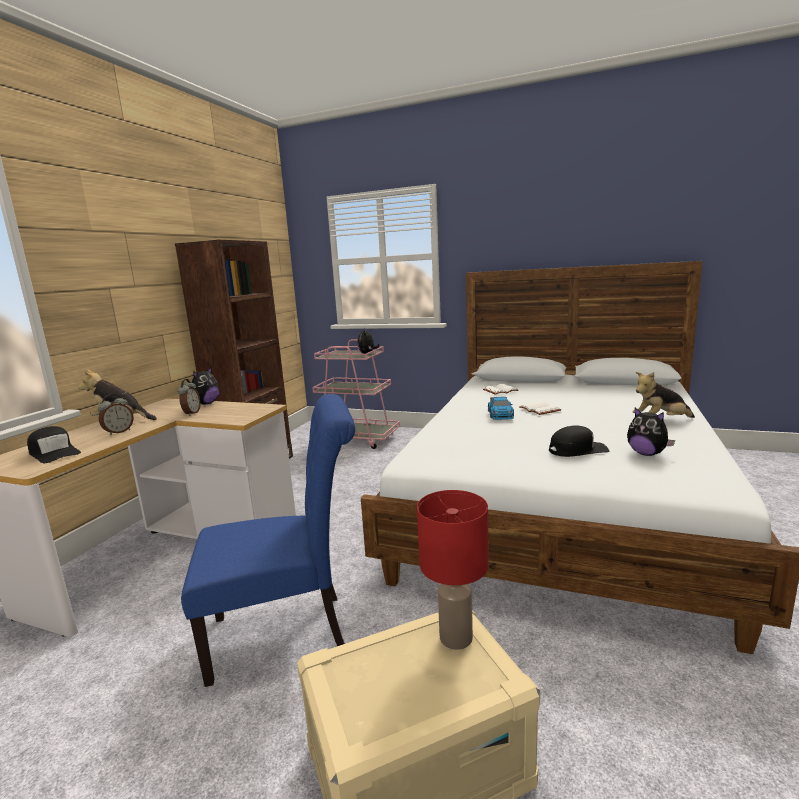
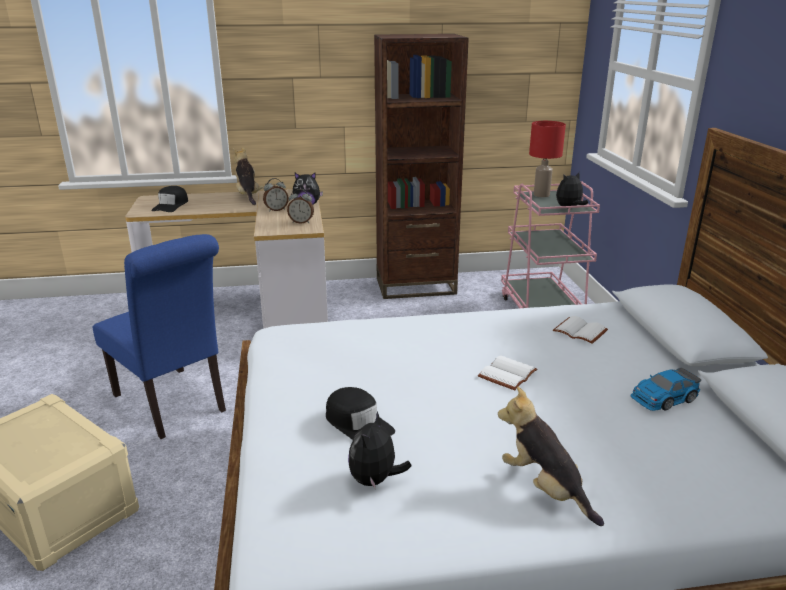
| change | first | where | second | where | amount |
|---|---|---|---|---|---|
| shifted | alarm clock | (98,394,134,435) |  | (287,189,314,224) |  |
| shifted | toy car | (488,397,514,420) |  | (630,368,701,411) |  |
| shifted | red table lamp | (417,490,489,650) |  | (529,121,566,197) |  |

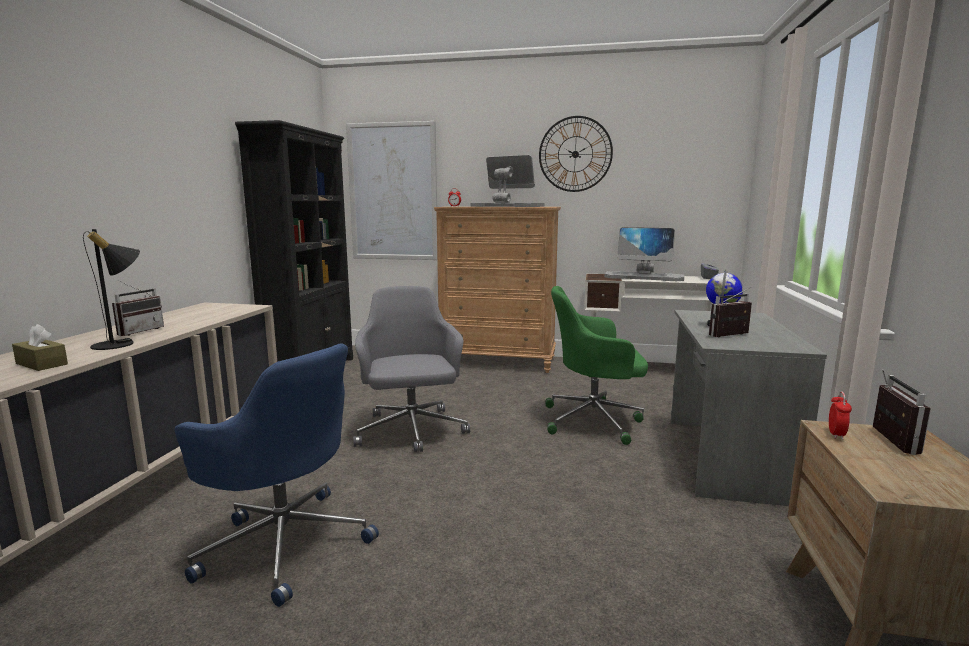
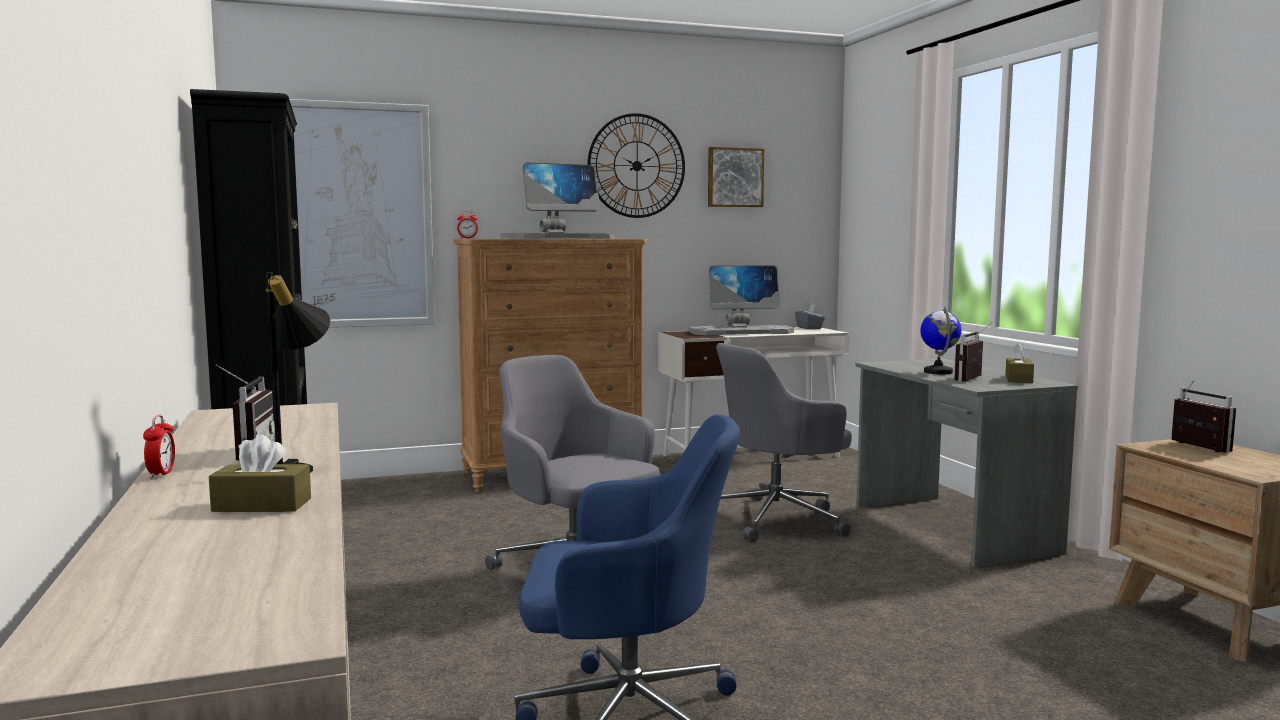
| change | first | where | second | where | amount |
|---|---|---|---|---|---|
| rotated | monitor | (470,155,544,207) |  | (501,163,614,239) | 150 degrees clockwise |
| repainted | green office chair | (545,286,648,445) | grey office chair | (716,343,852,542) |  |
| shifted | alarm clock | (829,391,852,440) |  | (143,415,175,479) |  |
| new |  |  | picture | (708,147,764,207) |  |
| new |  |  | brown tissue box | (1005,343,1034,383) |  |

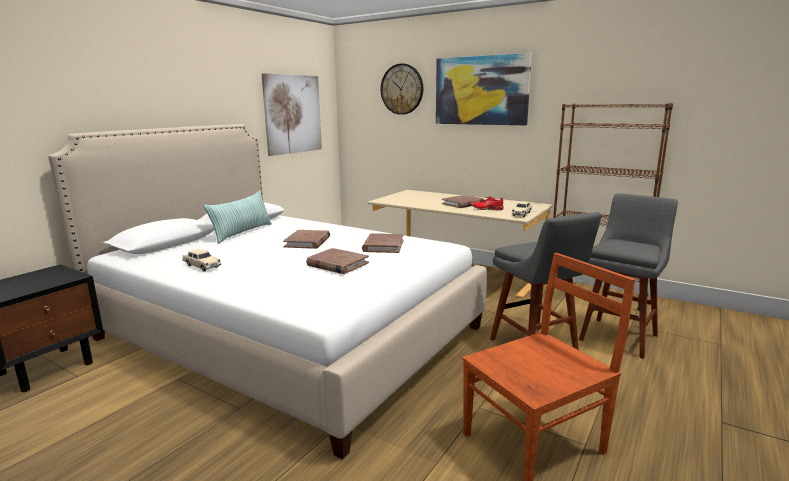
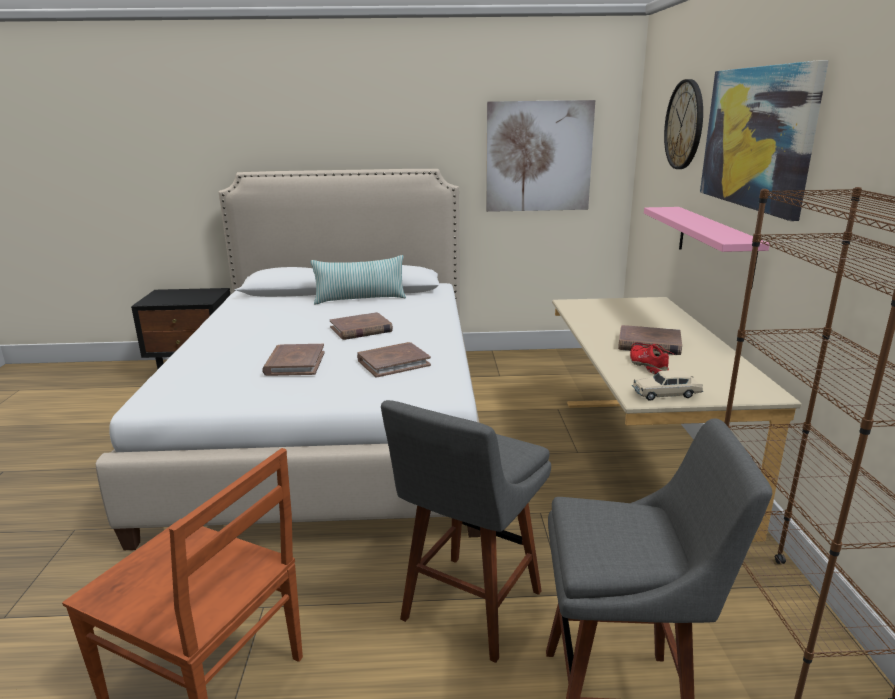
| change | first | where | second | where | amount |
|---|---|---|---|---|---|
| gone | beige toy car | (182,249,221,271) |  |  |  |
| new |  |  | pink shelf | (644,207,770,286) |  |

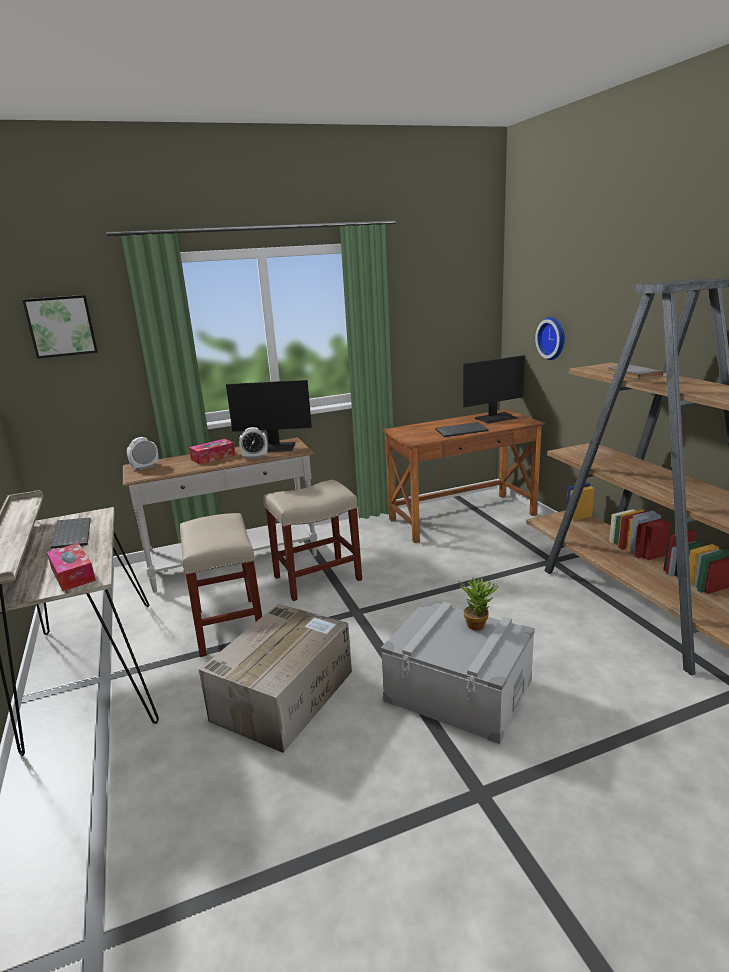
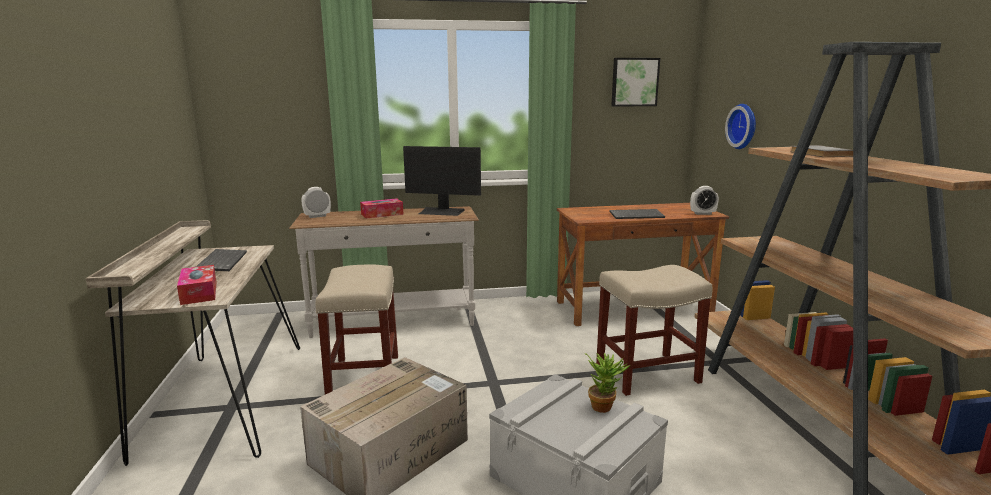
| change | first | where | second | where | amount |
|---|---|---|---|---|---|
| shifted | picture | (22,295,98,359) |  | (611,58,660,107) |  |
| gone | monitor | (463,355,525,424) |  |  |  |
| shifted | alarm clock | (239,427,267,459) |  | (690,186,719,215) |  |
| shifted | beige stool | (263,480,362,601) |  | (596,265,713,396) |  |

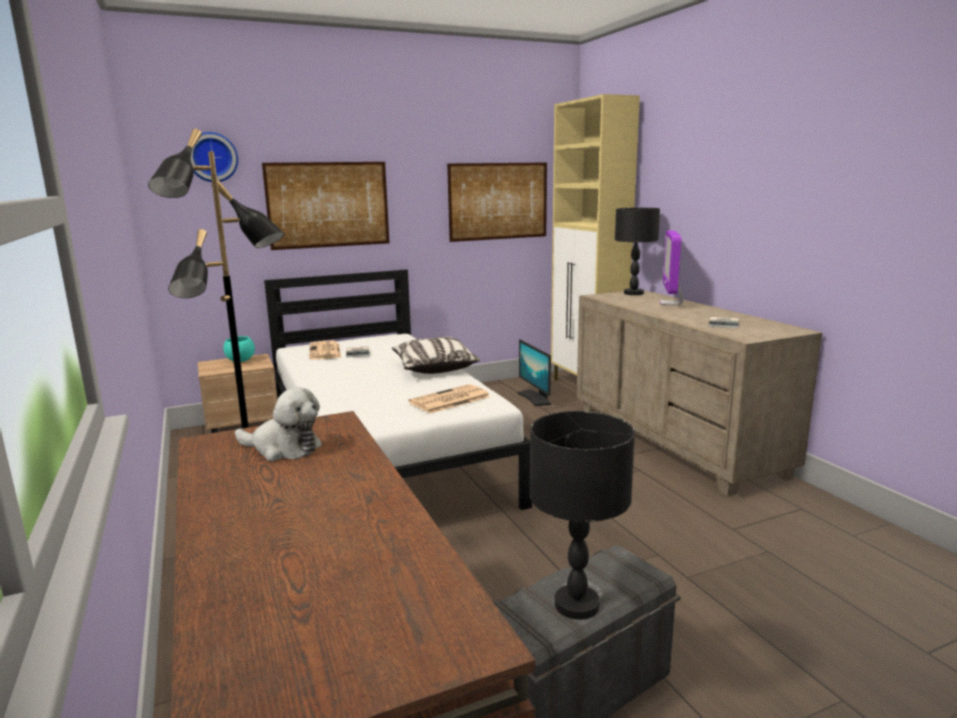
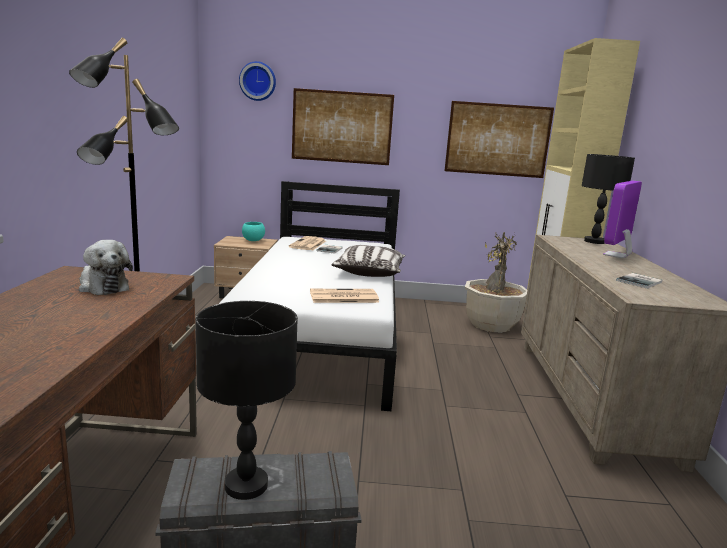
| change | first | where | second | where | amount |
|---|---|---|---|---|---|
| swapped | monitor | (517,339,551,406) | potted plant | (465,232,527,333) |  |

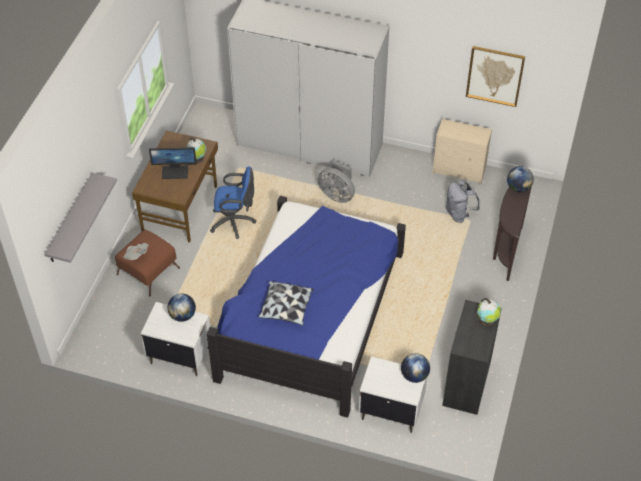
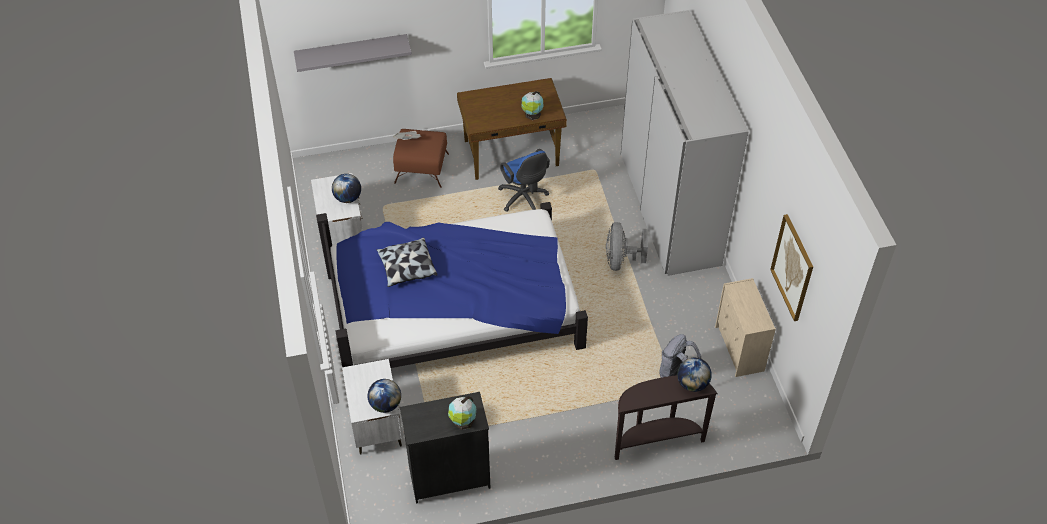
| change | first | where | second | where | amount |
|---|---|---|---|---|---|
| gone | monitor | (149,147,197,179) |  |  |  |

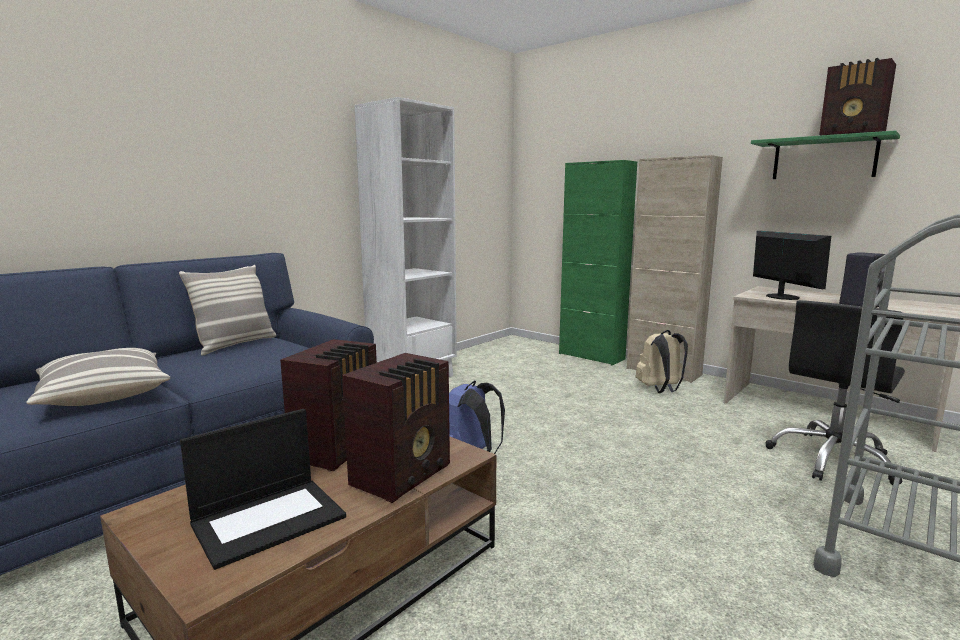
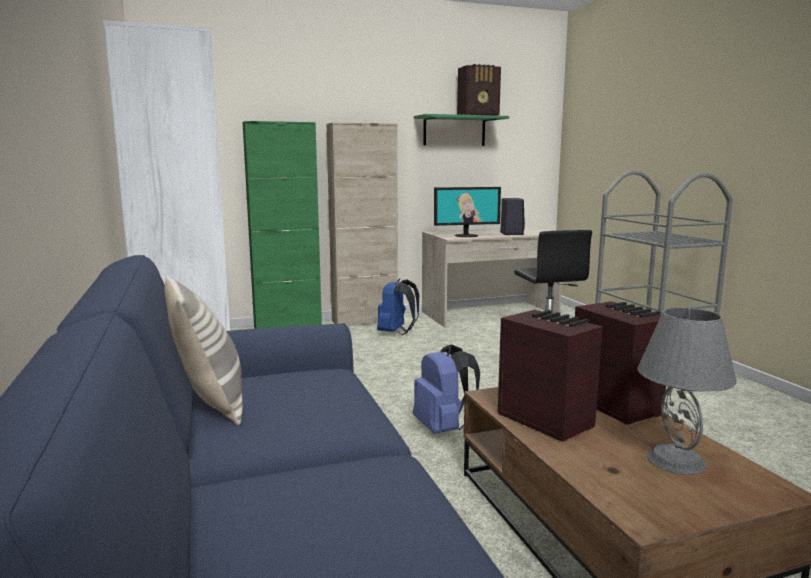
| change | first | where | second | where | amount |
|---|---|---|---|---|---|
| rotated | monitor | (753,231,831,300) |  | (434,187,501,237) | 150 degrees clockwise |
| repainted | beige backpack | (636,330,688,393) | blue backpack | (377,279,419,335) |  |
| gone | pillow | (27,348,170,406) |  |  |  |
| swapped | laptop | (180,409,346,570) | grey table lamp | (637,307,737,475) |  |

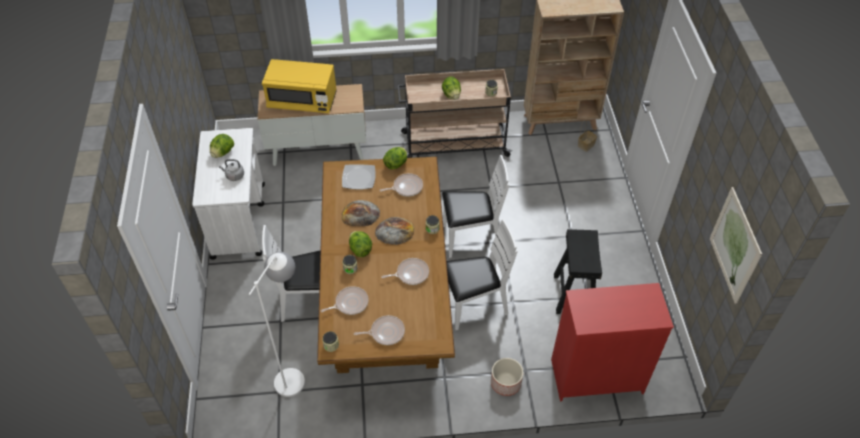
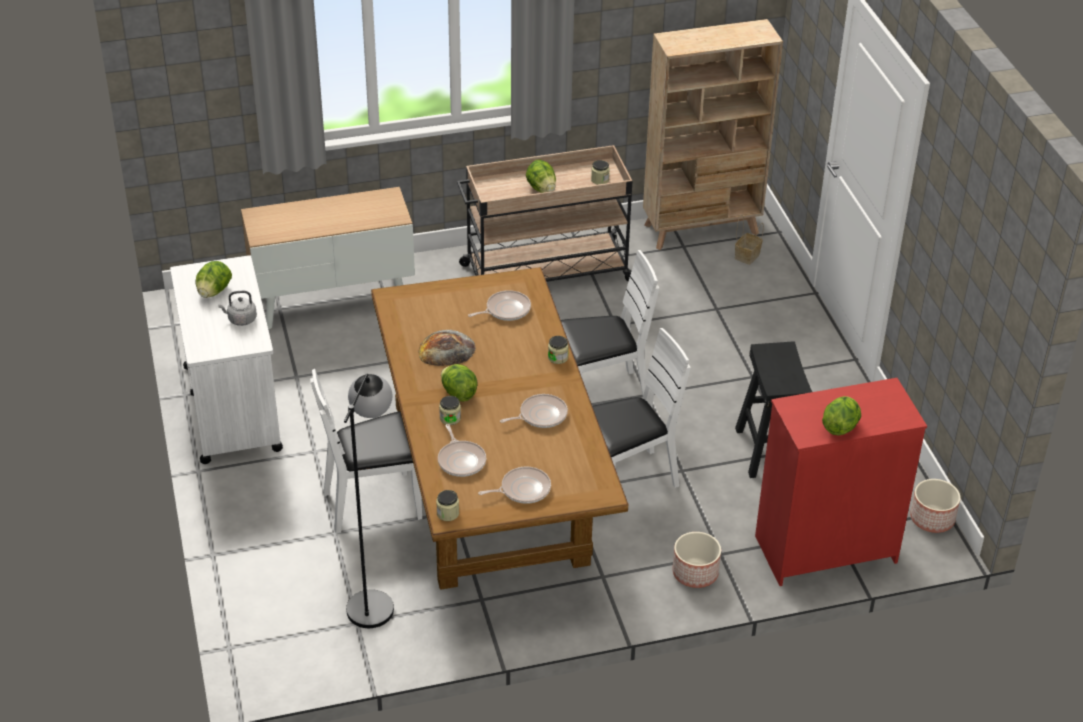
| change | first | where | second | where | amount |
|---|---|---|---|---|---|
| gone | yellow microwave | (262,59,337,113) |  |  |  |
| shifted | lettuce | (383,147,407,170) |  | (822,396,861,436) |  |
| gone | plate | (342,164,376,189) |  |  |  |
| gone | picture | (710,187,762,304) |  |  |  |
| gone | bread | (375,217,414,245) |  |  |  |
| repainted | white floor lamp | (249,252,305,397) | black floor lamp | (344,374,394,628) |  |
| rotated | frying pan | (320,286,369,315) |  | (438,424,486,477) | 105 degrees clockwise |
| new |  |  | planter | (910,479,961,533) |  |

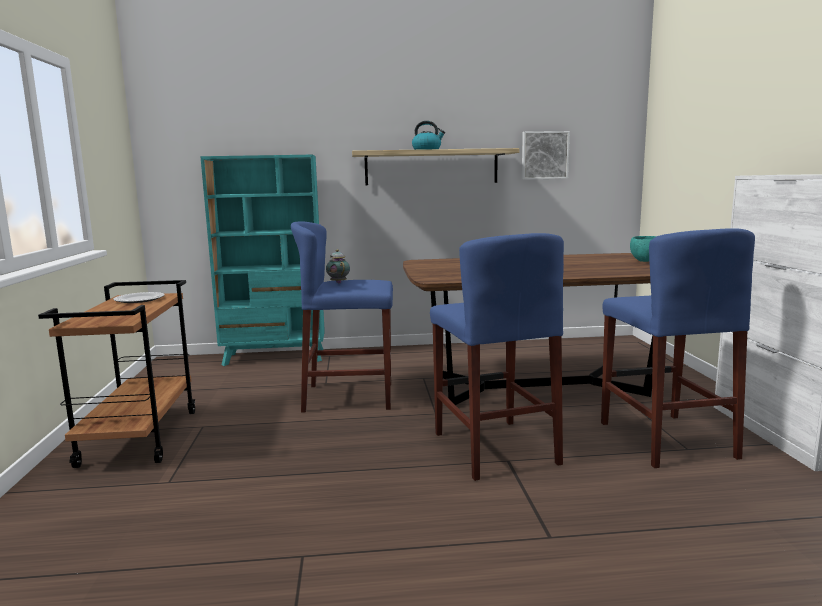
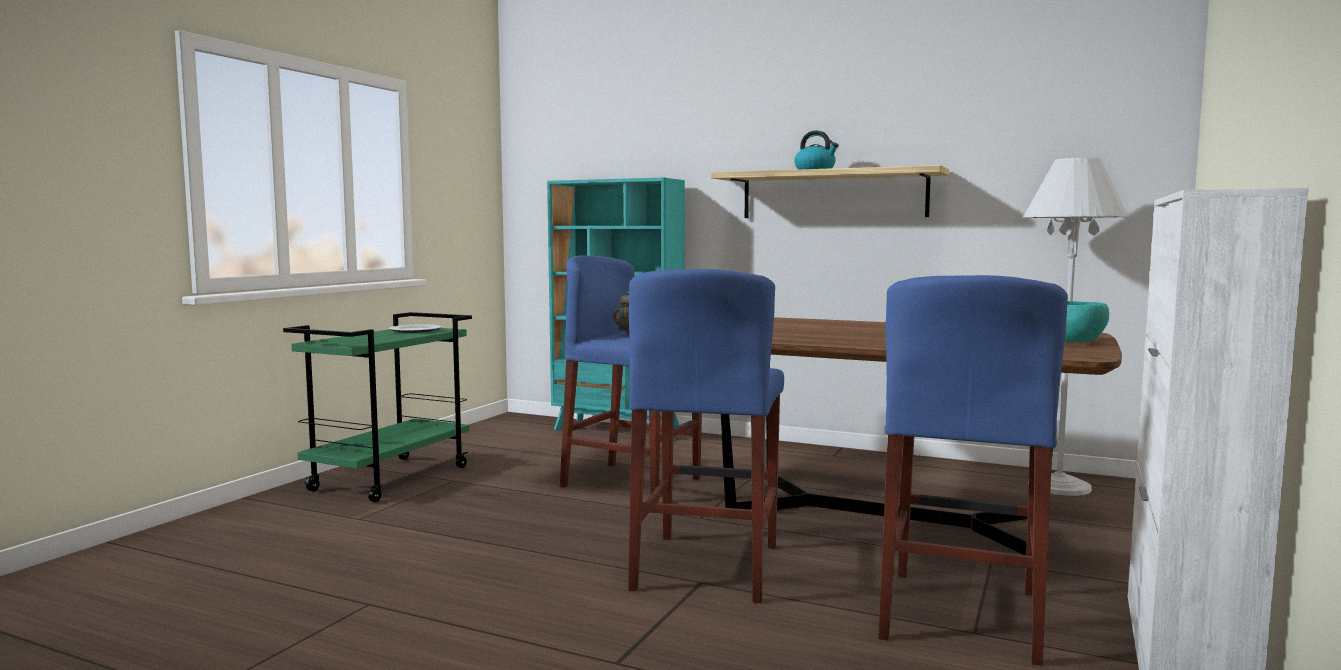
| change | first | where | second | where | amount |
|---|---|---|---|---|---|
| gone | picture | (522,131,570,180) |  |  |  |
| repainted | brown cart | (38,280,196,468) | green cart | (283,312,472,502) |  |
| new |  |  | white floor lamp | (1022,158,1129,496) |  |

